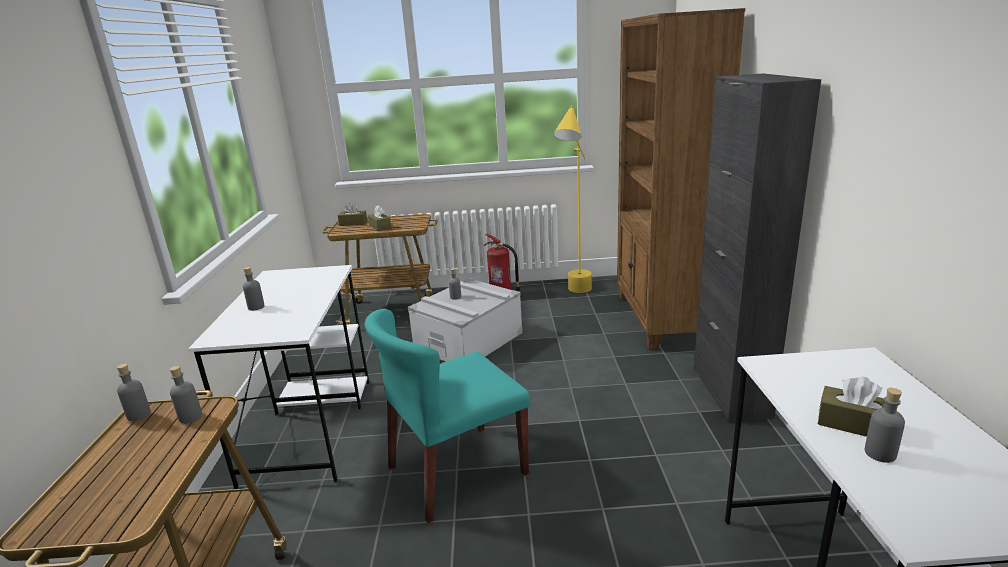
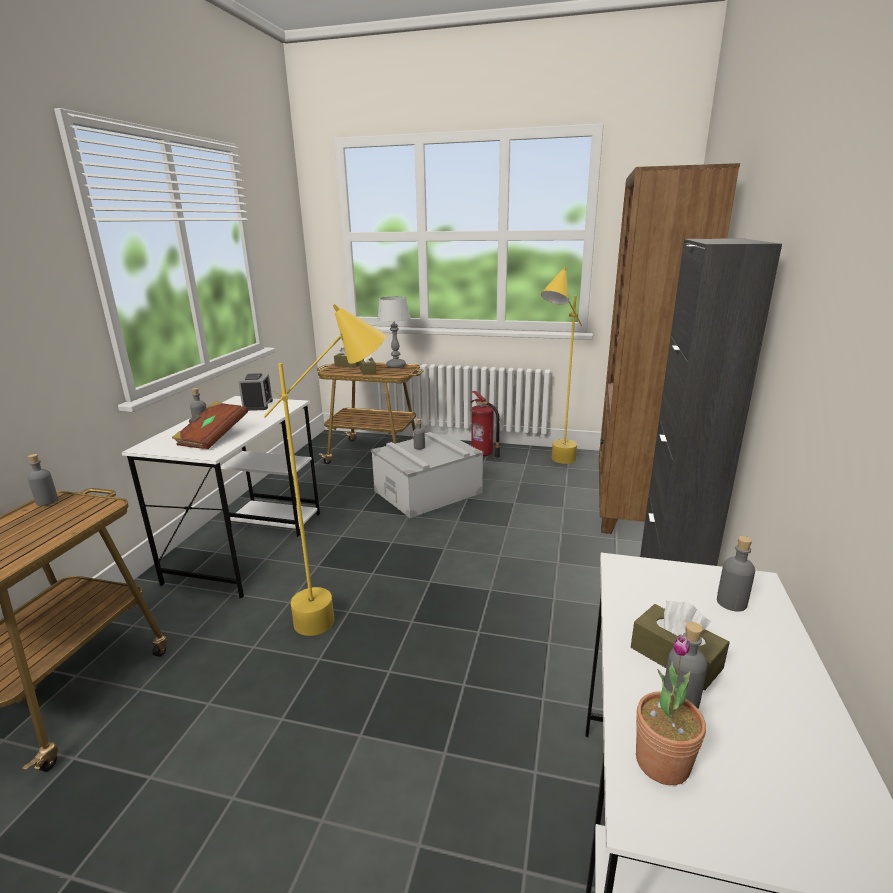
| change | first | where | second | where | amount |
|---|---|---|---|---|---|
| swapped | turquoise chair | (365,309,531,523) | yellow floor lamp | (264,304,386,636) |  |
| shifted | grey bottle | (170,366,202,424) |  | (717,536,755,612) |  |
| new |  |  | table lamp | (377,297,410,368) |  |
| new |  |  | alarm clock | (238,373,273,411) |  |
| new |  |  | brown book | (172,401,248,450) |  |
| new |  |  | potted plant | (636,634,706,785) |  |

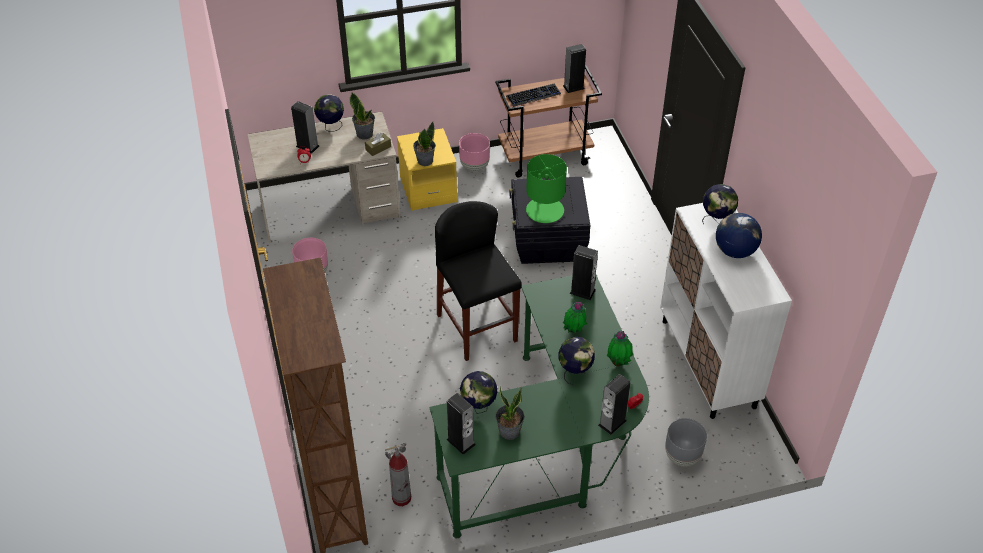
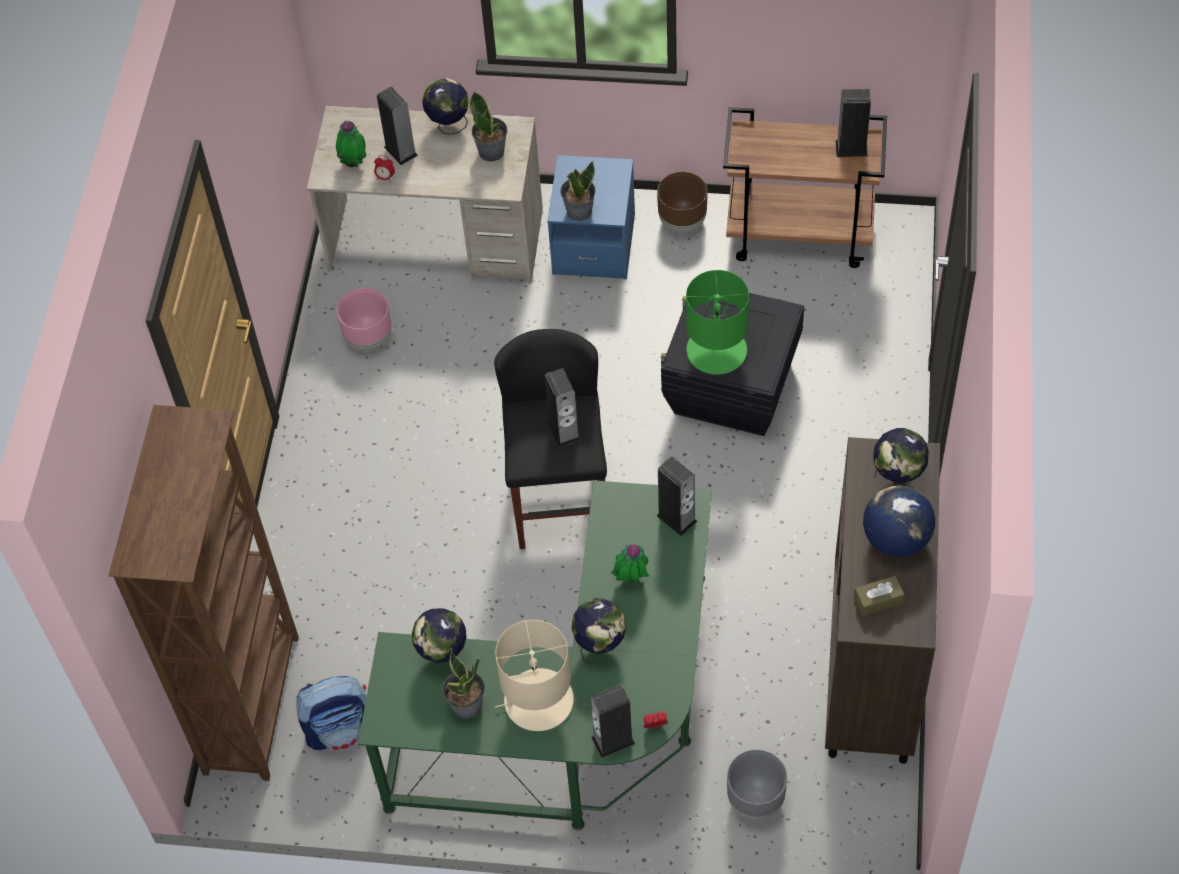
| change | first | where | second | where | amount |
|---|---|---|---|---|---|
| gone | keyboard | (506,83,561,107) |  |  |  |
| repainted | yellow nightstand | (397,128,457,211) | blue nightstand | (547,155,635,279) |  |
| shifted | brown tissue box | (365,133,391,156) |  | (854,576,905,616) |  |
| repainted | pink planter | (459,133,490,171) | brown planter | (657,172,708,234) |  |
| repainted | white cabinet | (660,203,792,419) | brown cabinet | (825,437,940,764) |  |
| shifted | potted plant | (607,331,633,367) |  | (336,121,366,167) |  |
| shifted | speaker | (446,393,476,455) |  | (545,368,581,447) |  |
| swapped | fire extinguisher | (385,443,411,506) | backpack | (296,676,367,751) |  |
| new |  |  | beige table lamp | (495,620,574,731) |  |

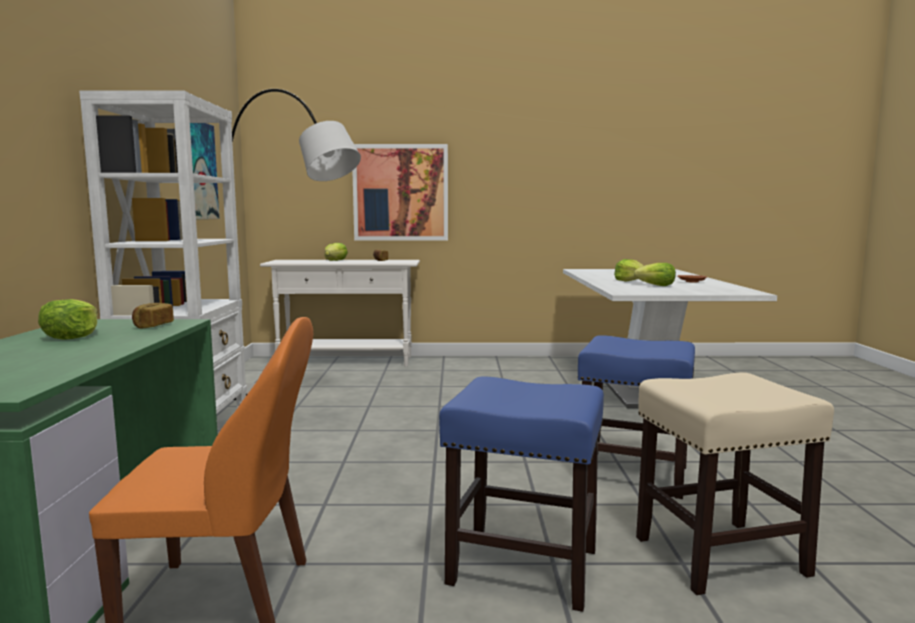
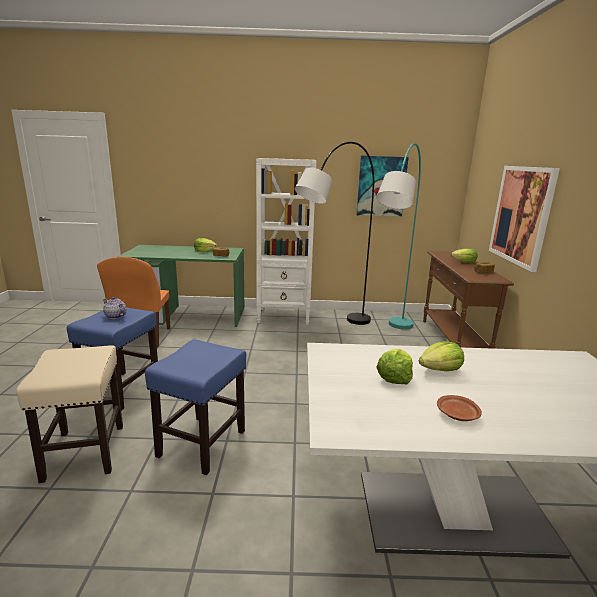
| change | first | where | second | where | amount |
|---|---|---|---|---|---|
| repainted | white console table | (260,260,420,367) | brown console table | (423,251,514,349) |  |
| new |  |  | turquoise floor lamp | (376,143,421,329) |  |
| new |  |  | teapot | (103,297,127,319) |  |

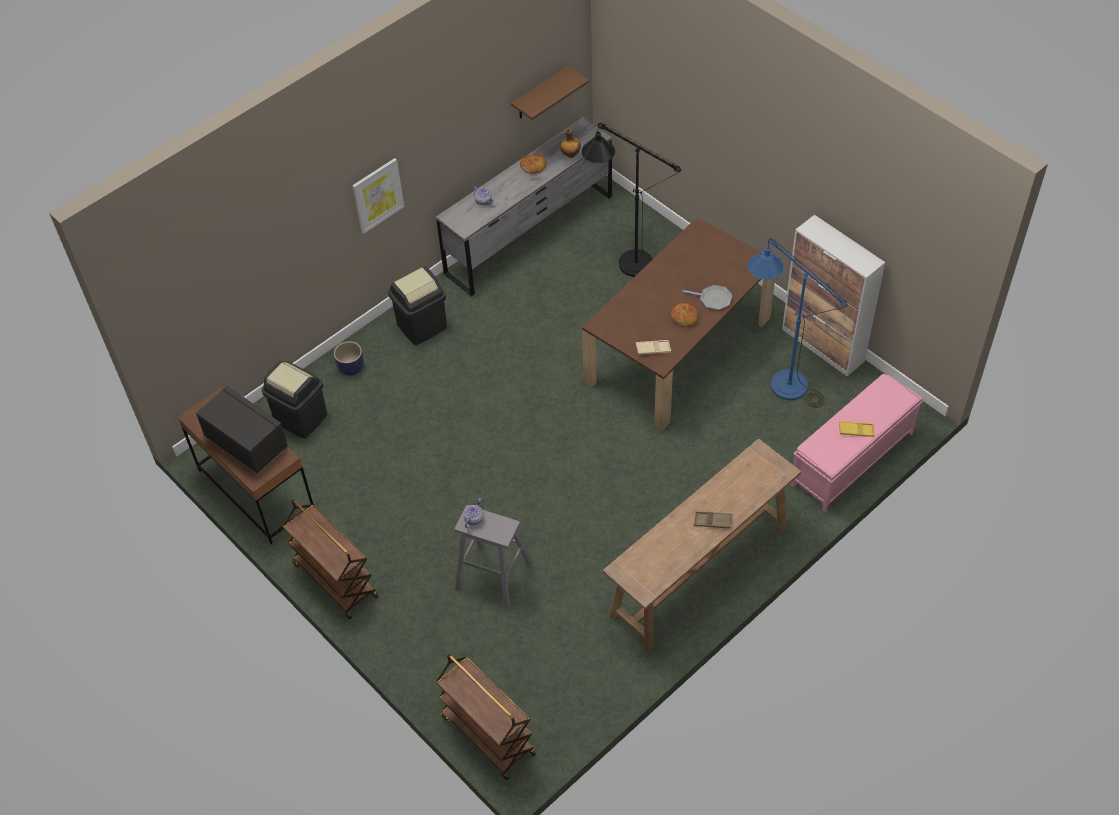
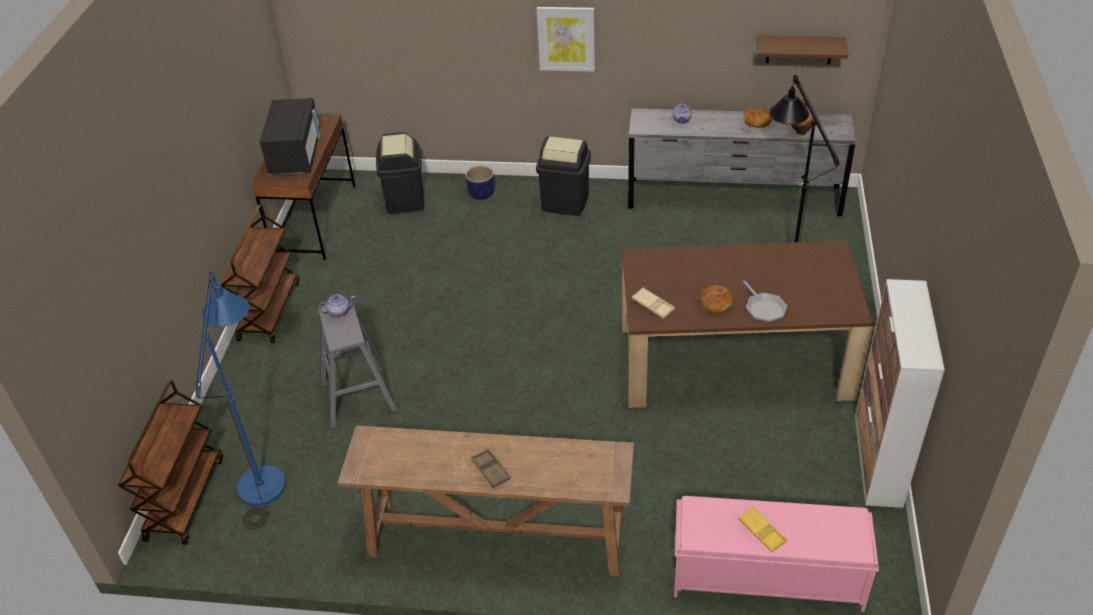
| change | first | where | second | where | amount |
|---|---|---|---|---|---|
| shifted | blue floor lamp | (748,238,847,408) |  | (195,271,286,529) |  |

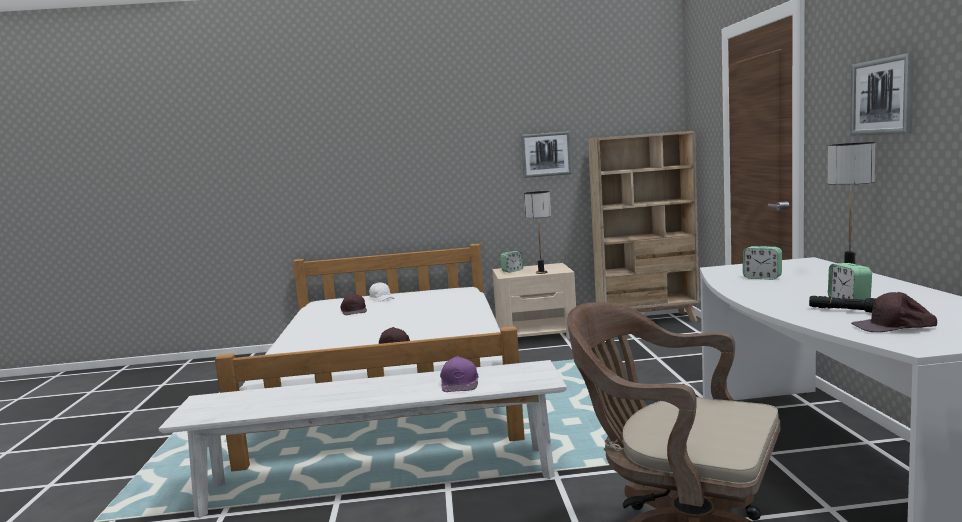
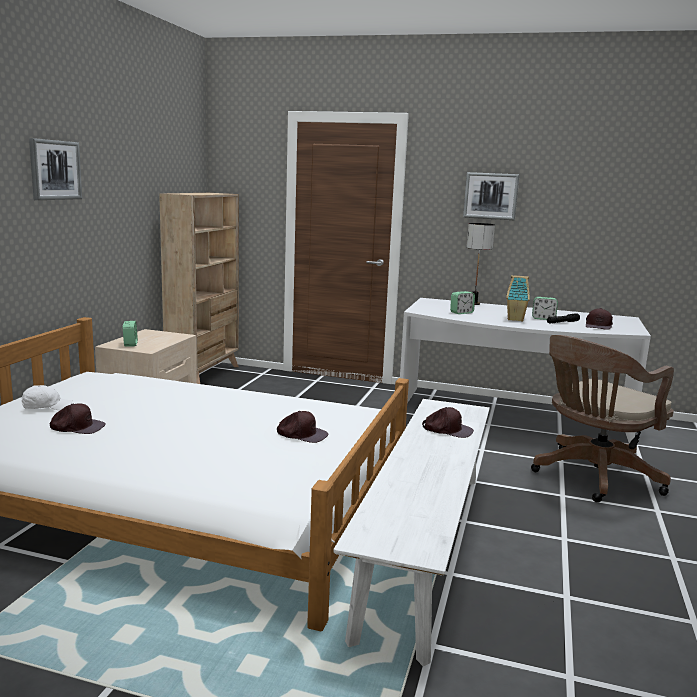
| change | first | where | second | where | amount |
|---|---|---|---|---|---|
| shifted | picture | (521,131,572,178) |  | (29,138,82,200) |  |
| gone | table lamp | (524,191,551,274) |  |  |  |
| repainted | purple cap | (440,356,479,392) | brown cap | (422,407,474,438) |  |
| new |  |  | toy house | (506,275,530,321) |  |

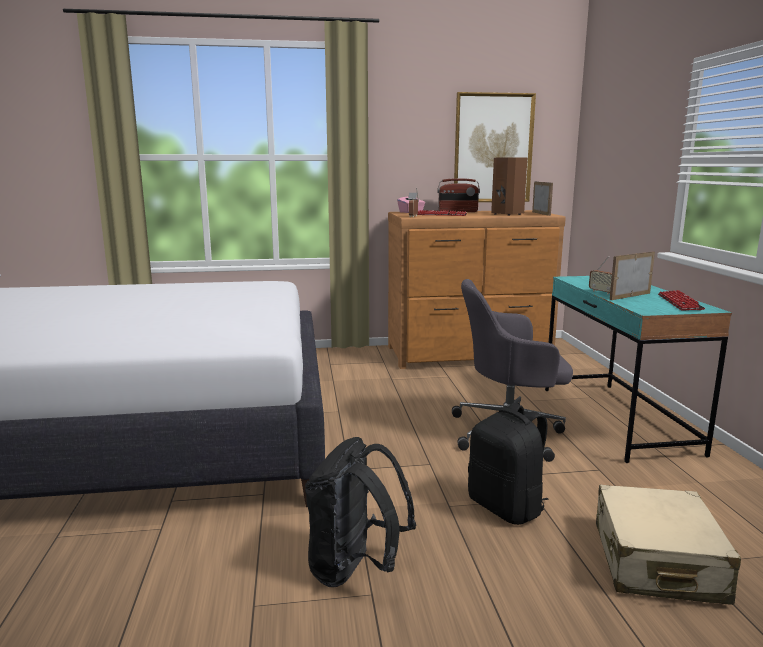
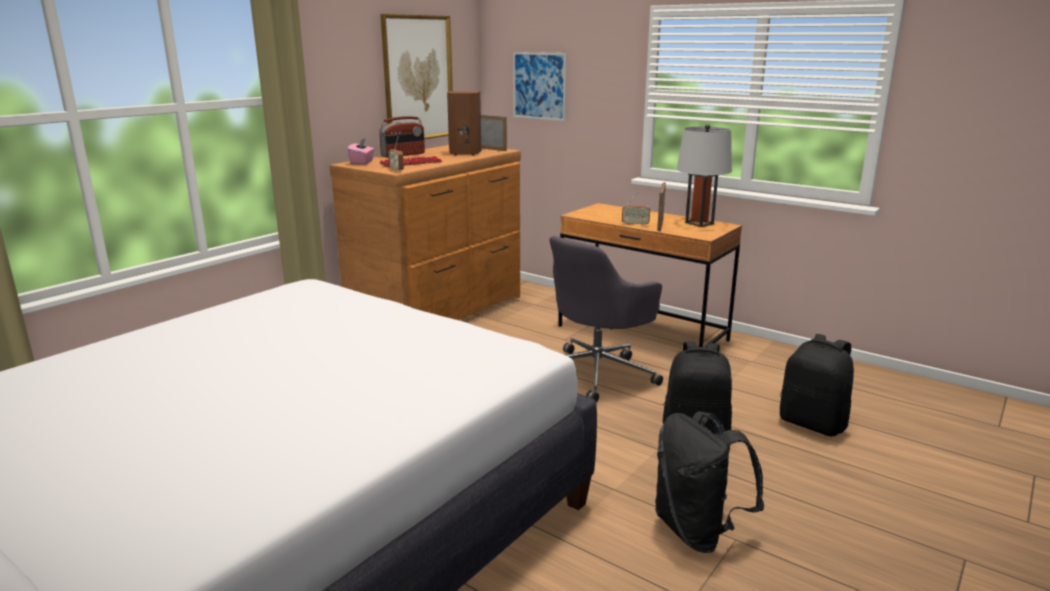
| change | first | where | second | where | amount |
|---|---|---|---|---|---|
| repainted | turquoise desk | (545,276,732,463) | brown desk | (559,203,742,347) |  |
| swapped | keyboard | (658,290,705,310) | grey table lamp | (677,124,732,227) |  |
| swapped | beige suitcase | (596,485,741,605) | black backpack | (780,334,854,437) |  |
| new |  |  | picture | (513,52,567,121) |  |

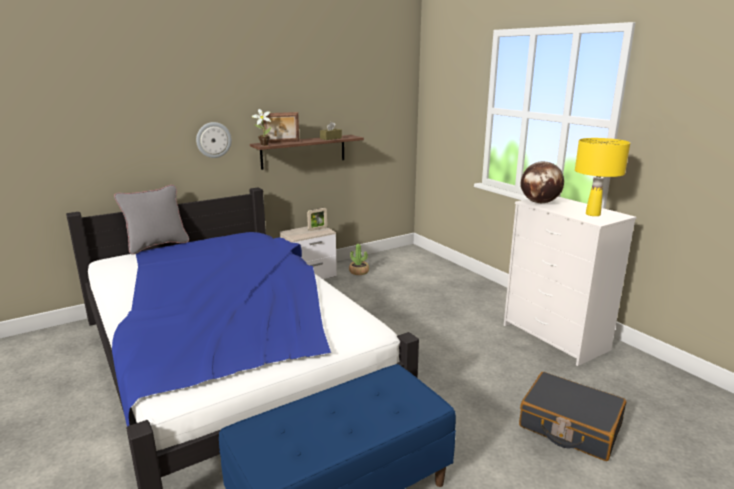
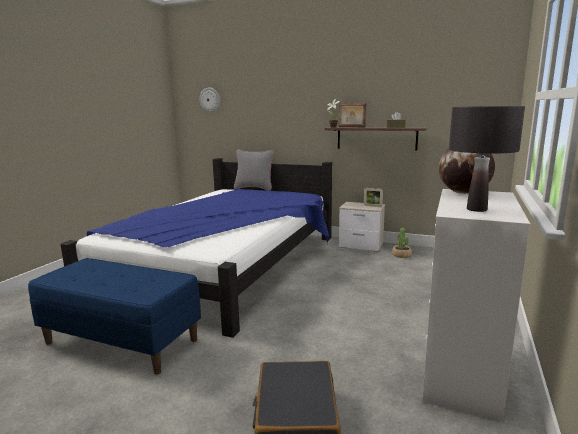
| change | first | where | second | where | amount |
|---|---|---|---|---|---|
| shifted | wall clock | (196,122,232,158) |  | (199,88,220,113) |  |
| repainted | yellow table lamp | (575,138,630,216) | black table lamp | (449,106,525,212) |  |

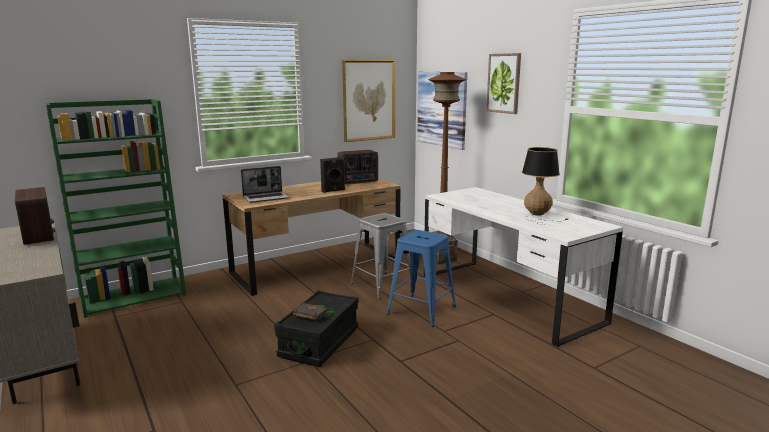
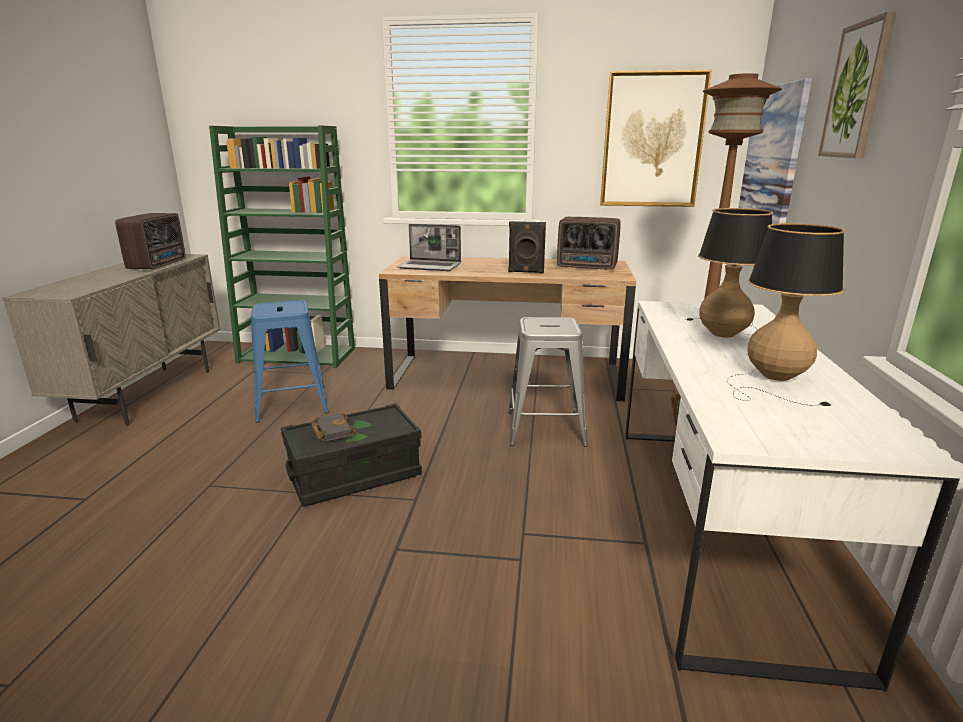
| change | first | where | second | where | amount |
|---|---|---|---|---|---|
| shifted | blue stool | (387,230,456,327) |  | (251,300,329,422) |  |
| new |  |  | table lamp | (685,208,773,338) |  |

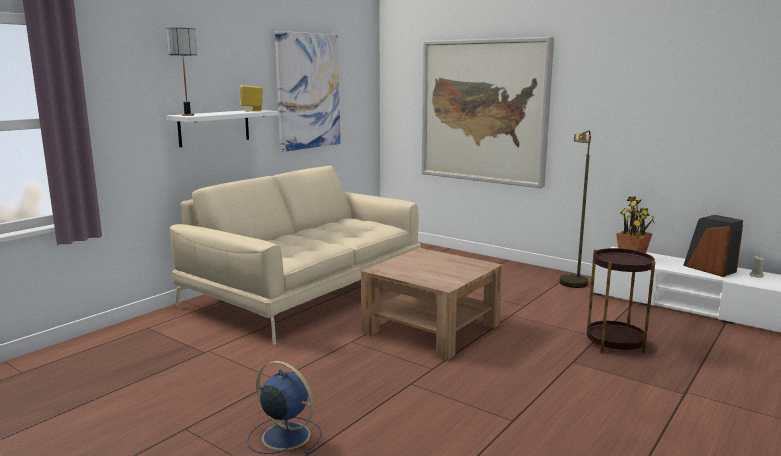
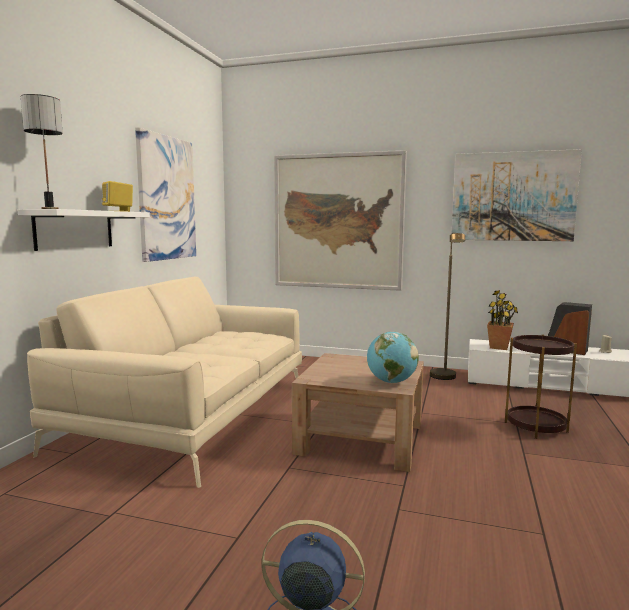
| change | first | where | second | where | amount |
|---|---|---|---|---|---|
| new |  |  | picture | (451,149,582,241) |  |
| new |  |  | globe | (367,332,419,383) |  |

